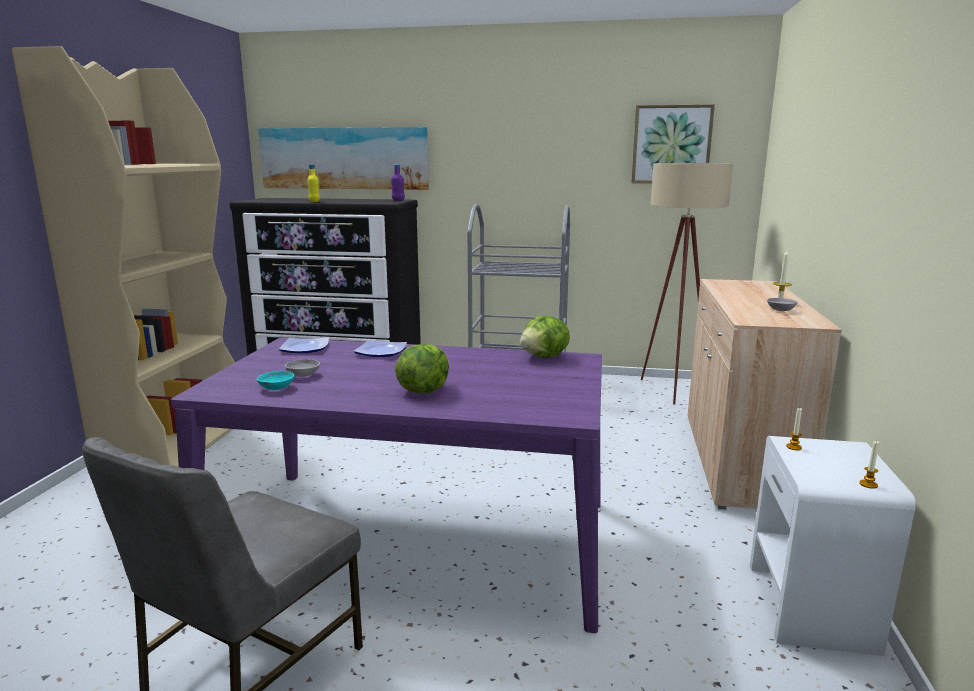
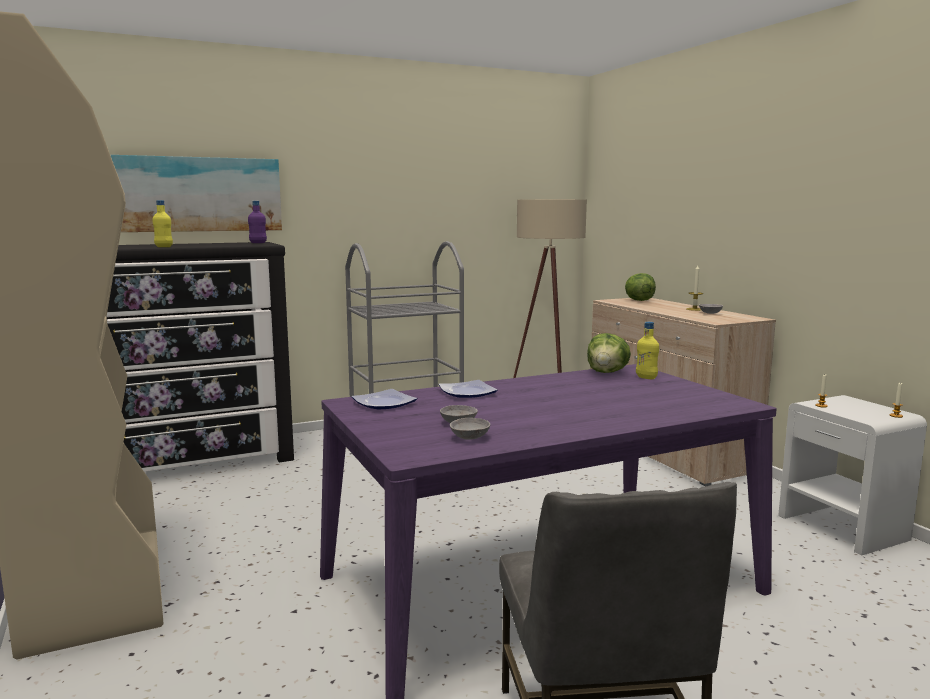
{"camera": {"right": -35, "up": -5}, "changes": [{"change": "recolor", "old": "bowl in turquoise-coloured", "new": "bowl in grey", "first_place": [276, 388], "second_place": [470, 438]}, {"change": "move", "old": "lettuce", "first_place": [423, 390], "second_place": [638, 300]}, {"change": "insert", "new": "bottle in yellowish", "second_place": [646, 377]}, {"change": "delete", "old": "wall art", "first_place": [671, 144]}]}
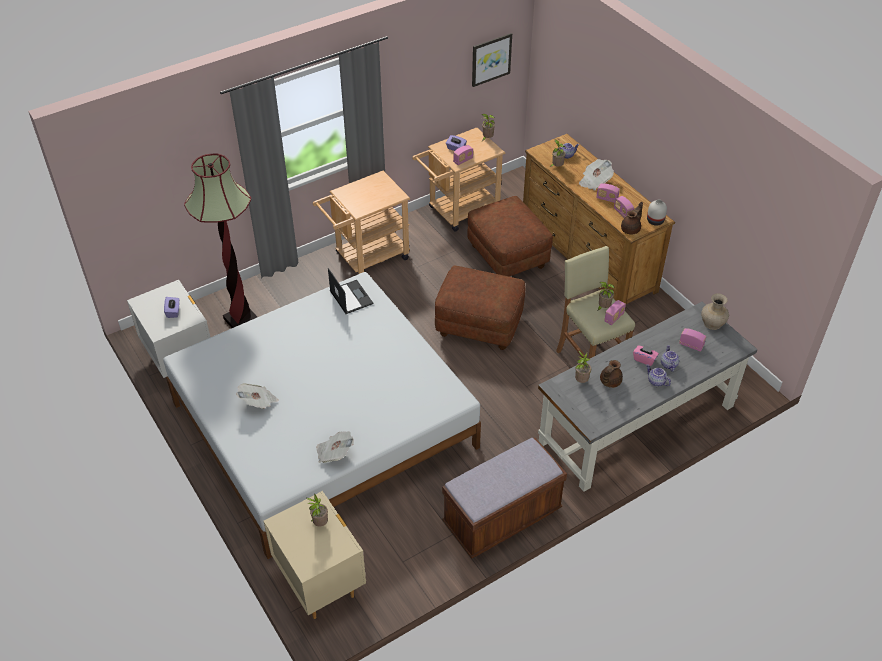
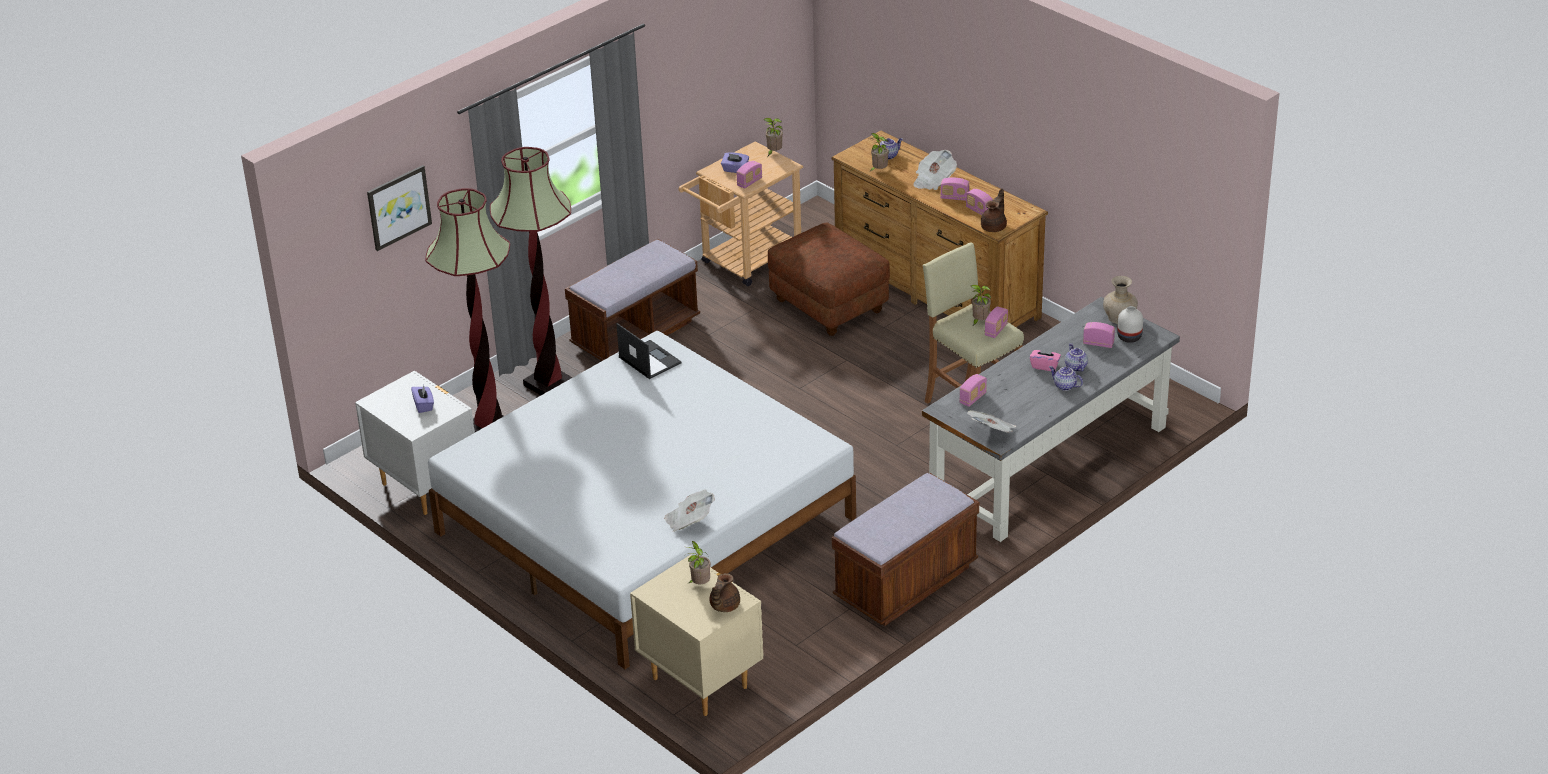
{"camera": {"right": -10, "up": -10}, "changes": [{"change": "move", "old": "wall art", "first_place": [491, 59], "second_place": [398, 207]}, {"change": "insert", "new": "standing lamp", "second_place": [548, 384]}, {"change": "replace", "old": "trolley in sand-coloured", "new": "long seat in brown-coloured", "first_place": [366, 258], "second_place": [635, 334]}, {"change": "move", "old": "teapot in brown-coloured", "first_place": [609, 382], "second_place": [723, 606]}, {"change": "replace", "old": "houseplant", "new": "radio set", "first_place": [581, 380], "second_place": [973, 398]}, {"change": "move", "old": "newspaper", "first_place": [258, 402], "second_place": [992, 432]}, {"change": "move", "old": "flower vase in white", "first_place": [655, 220], "second_place": [1129, 337]}, {"change": "delete", "old": "pouffe in brown-coloured", "first_place": [479, 325]}]}
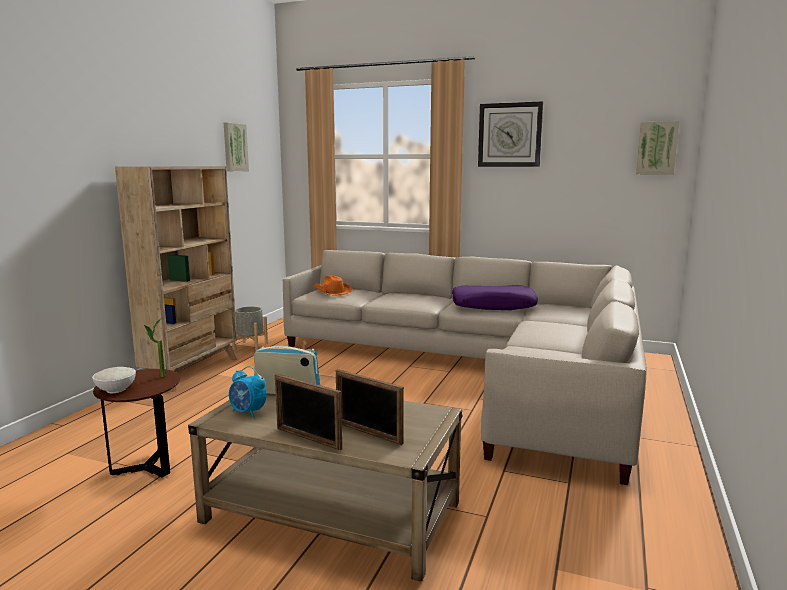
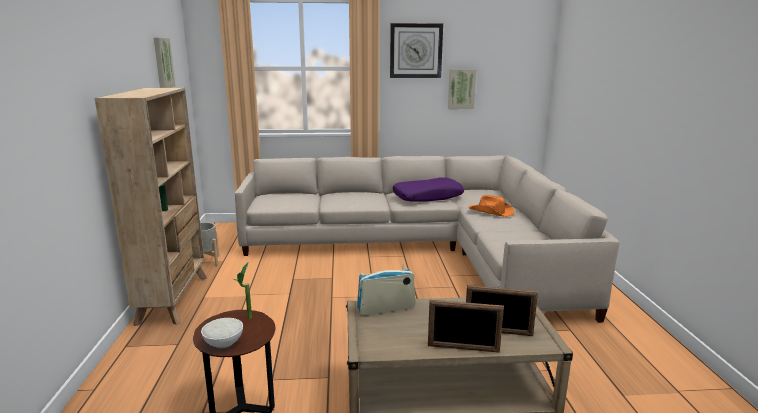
{"camera": {"right": -25, "up": 5}, "changes": [{"change": "move", "old": "wall art", "first_place": [657, 148], "second_place": [461, 89]}, {"change": "move", "old": "wearable hat in orangey", "first_place": [332, 291], "second_place": [491, 211]}, {"change": "delete", "old": "bedside clock", "first_place": [248, 412]}]}
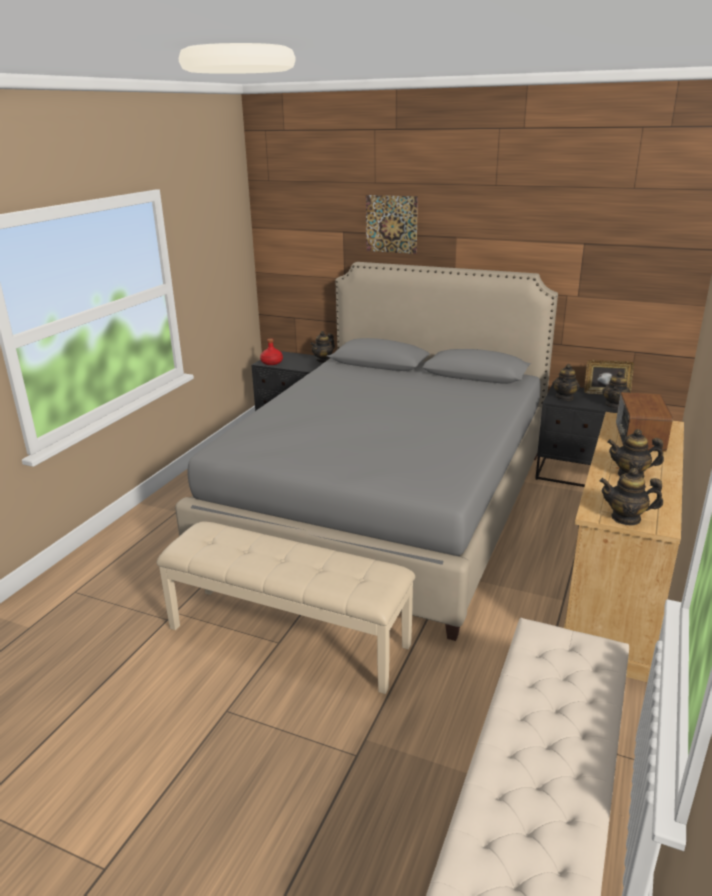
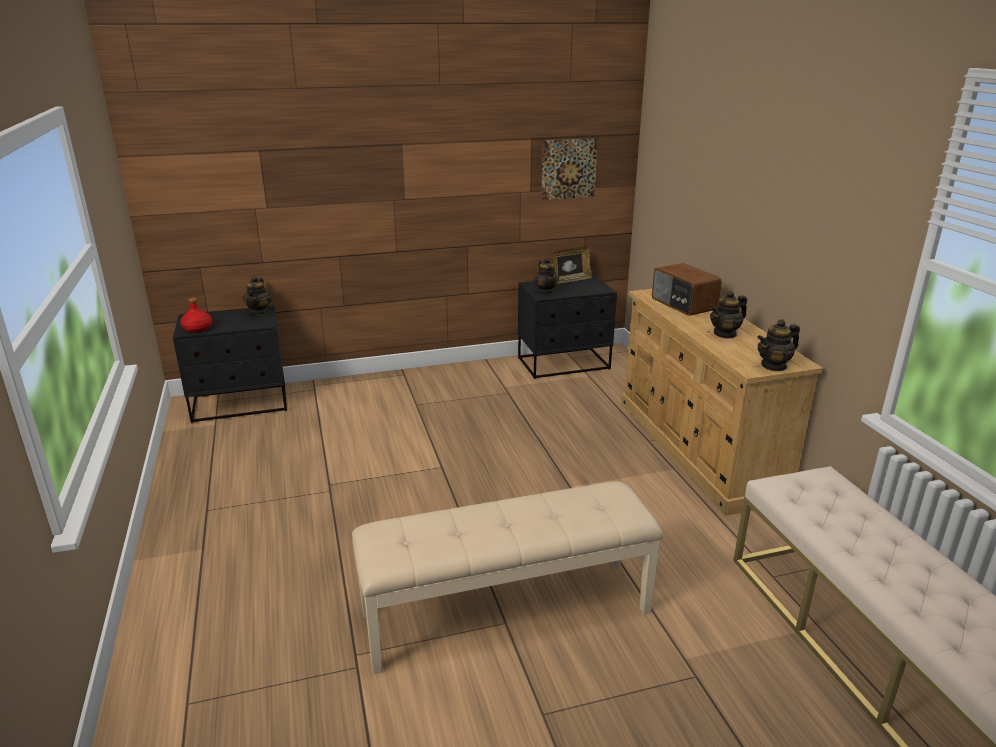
{"camera": {"right": -40, "up": 0}, "changes": [{"change": "move", "old": "wall art", "first_place": [391, 224], "second_place": [568, 169]}, {"change": "delete", "old": "bed in grey", "first_place": [386, 506]}, {"change": "delete", "old": "teapot", "first_place": [615, 405]}]}
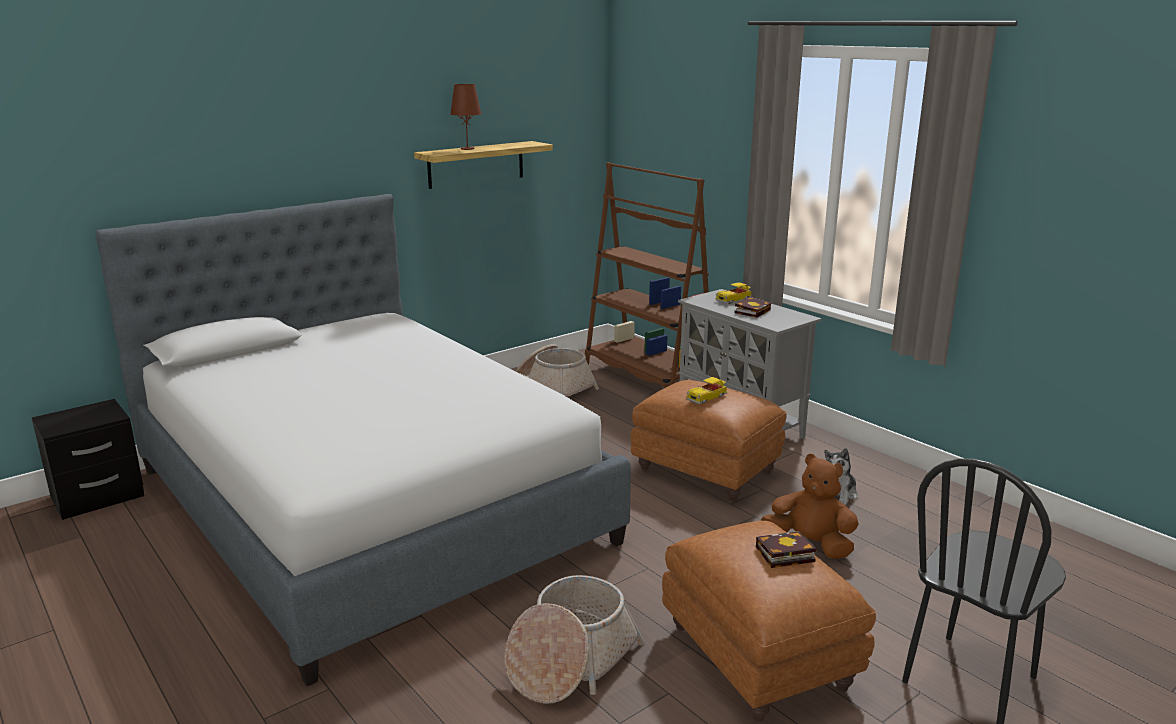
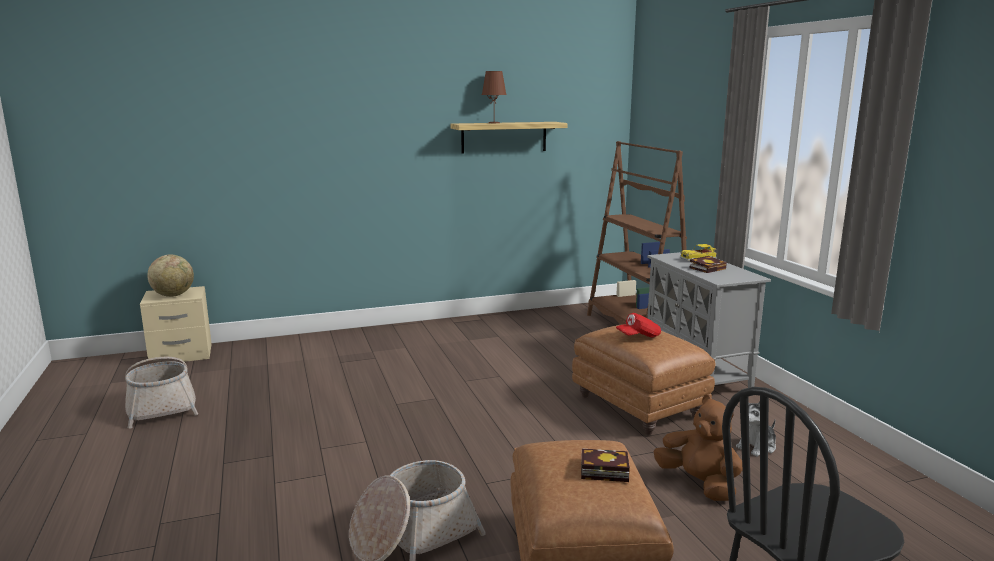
{"camera": {"right": 20, "up": -5}, "changes": [{"change": "move", "old": "storage basket", "first_place": [553, 387], "second_place": [162, 405]}, {"change": "recolor", "old": "nightstand in blackish", "new": "nightstand in sand-coloured", "first_place": [98, 497], "second_place": [181, 355]}, {"change": "insert", "new": "globe", "second_place": [173, 295]}, {"change": "replace", "old": "toy car", "new": "baseball cap in red-coloured", "first_place": [707, 397], "second_place": [638, 336]}, {"change": "delete", "old": "bed", "first_place": [367, 505]}]}
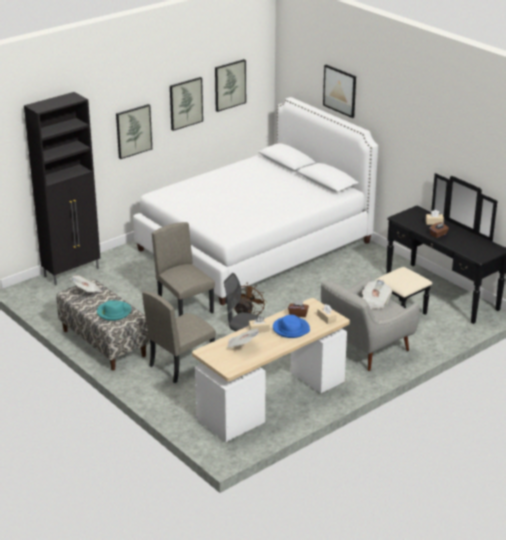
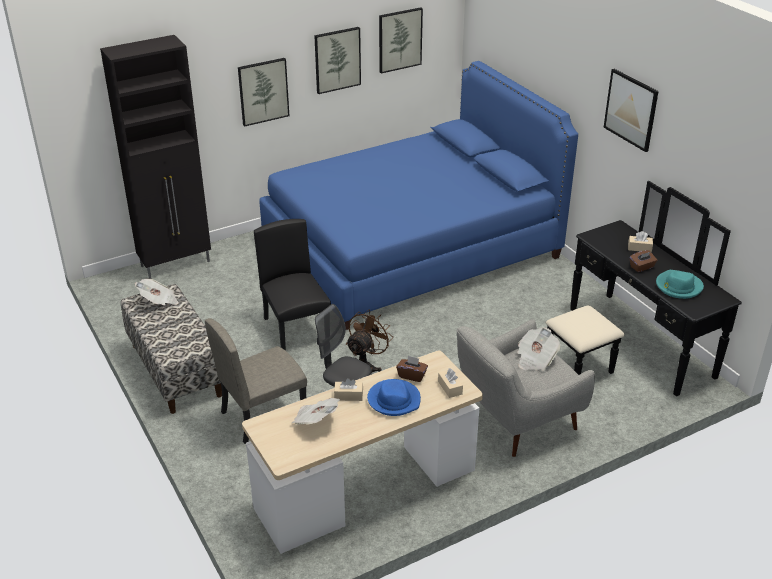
{"camera": {"right": 10, "up": 5}, "changes": [{"change": "recolor", "old": "chair in sand-coloured", "new": "chair in blackish", "first_place": [185, 308], "second_place": [296, 329]}, {"change": "recolor", "old": "bed in white", "new": "bed in bluish", "first_place": [254, 246], "second_place": [410, 249]}, {"change": "move", "old": "wall art", "first_place": [340, 90], "second_place": [631, 109]}, {"change": "move", "old": "wearable hat in turquoise-coloured", "first_place": [113, 312], "second_place": [678, 286]}]}
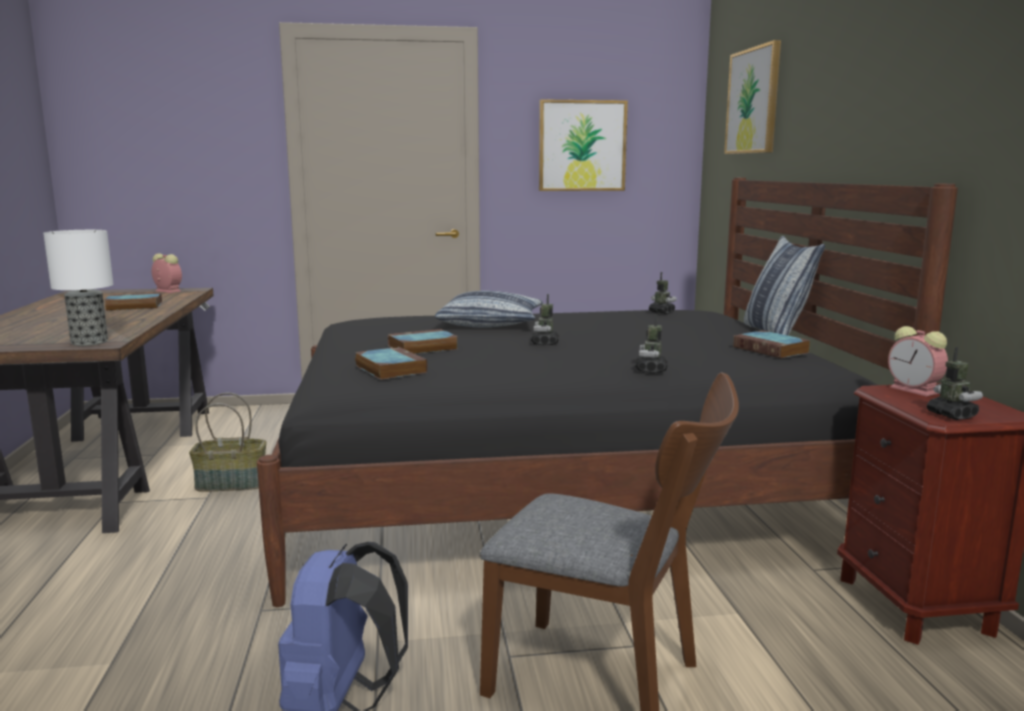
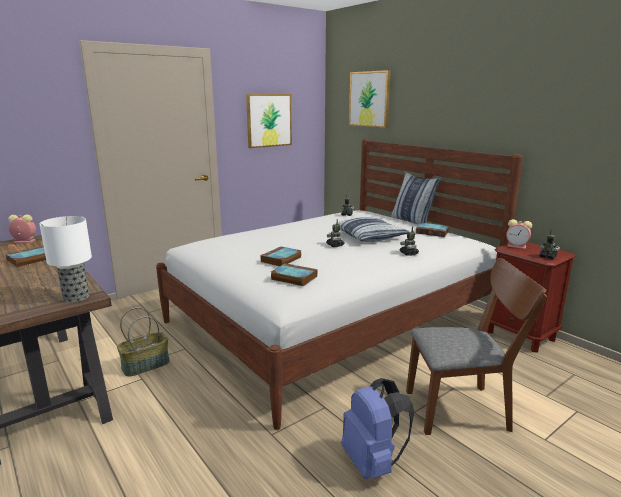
{"camera": {"right": -30, "up": 5}, "changes": [{"change": "recolor", "old": "bed in blackish", "new": "bed in white", "first_place": [559, 490], "second_place": [332, 320]}, {"change": "move", "old": "throw pillow", "first_place": [491, 323], "second_place": [370, 236]}]}
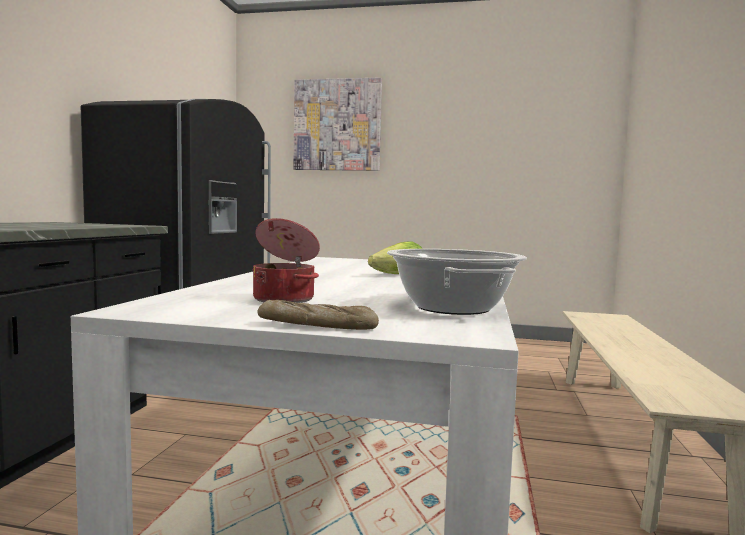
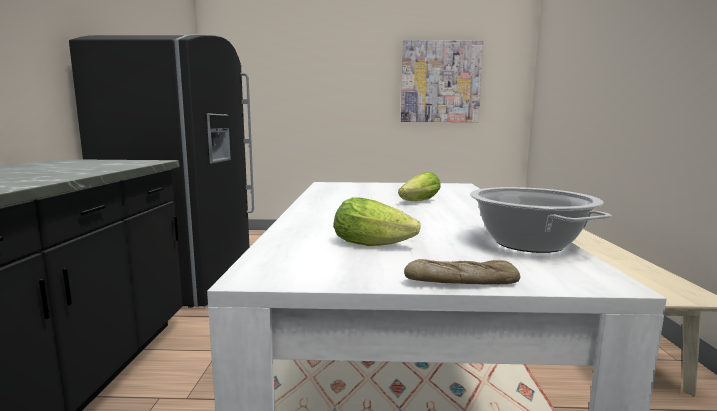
{"camera": {"right": -10, "up": 5}, "changes": [{"change": "replace", "old": "cooking pot", "new": "lettuce", "first_place": [285, 299], "second_place": [376, 244]}, {"change": "move", "old": "wall art", "first_place": [337, 125], "second_place": [440, 82]}]}
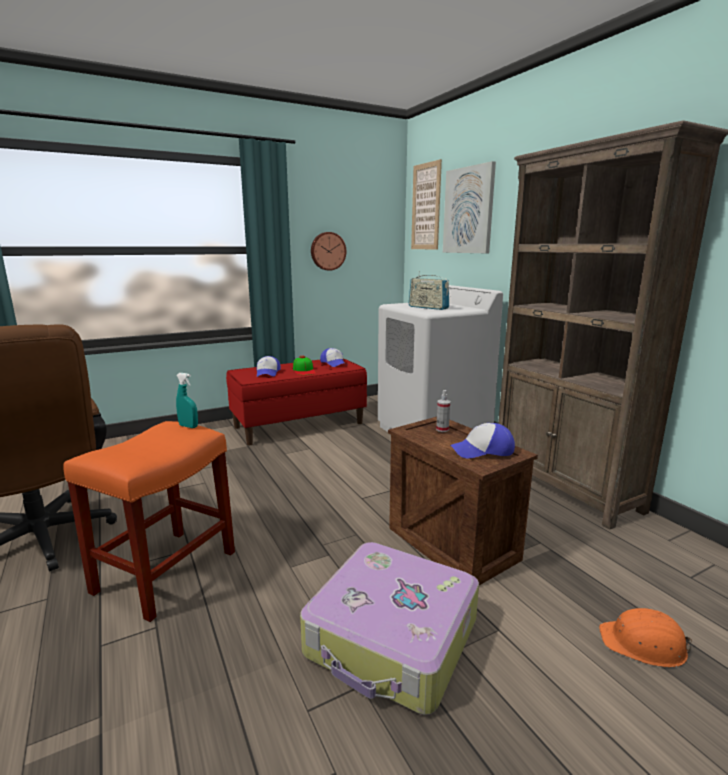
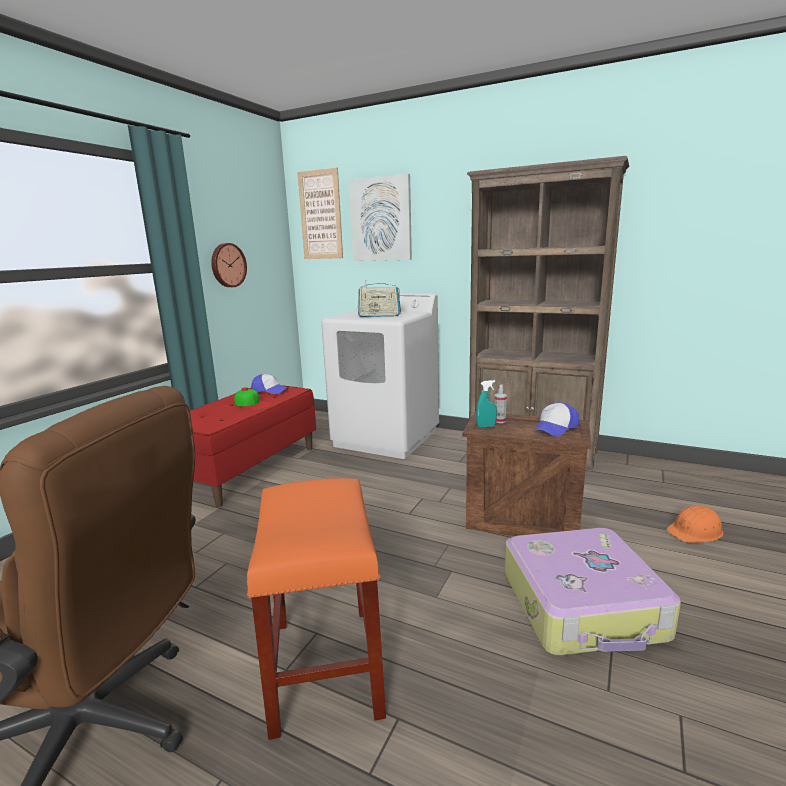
{"camera": {"right": -35, "up": 0}, "changes": [{"change": "move", "old": "spray bottle in turquoise-coloured", "first_place": [188, 426], "second_place": [486, 426]}, {"change": "delete", "old": "baseball cap", "first_place": [268, 373]}]}
